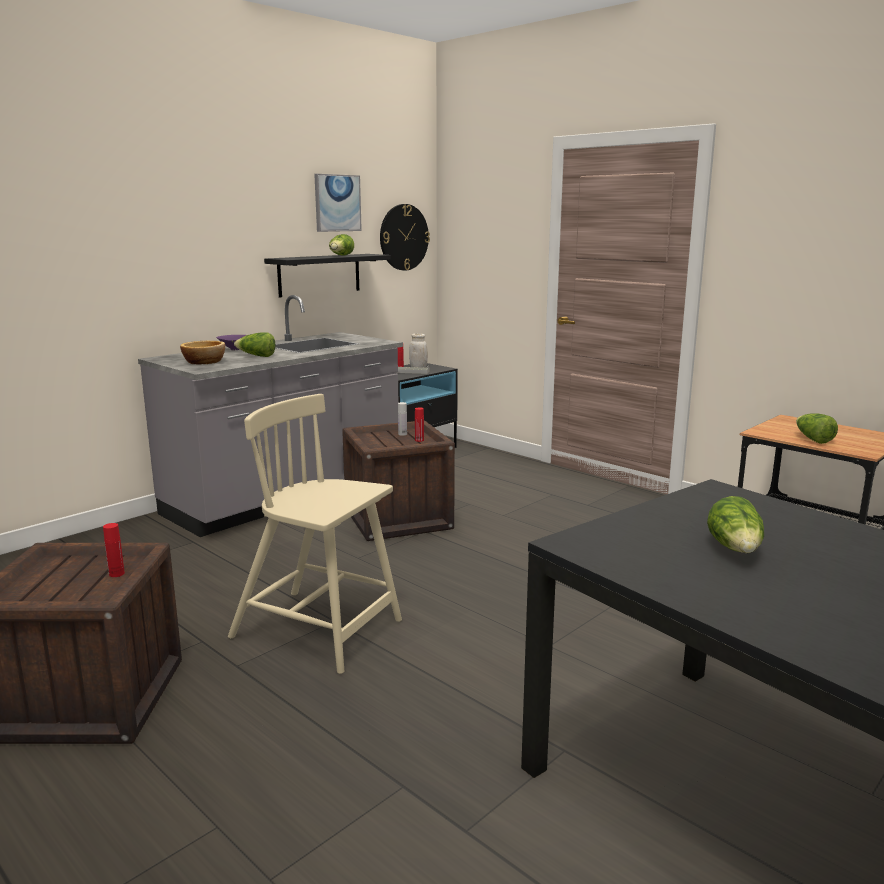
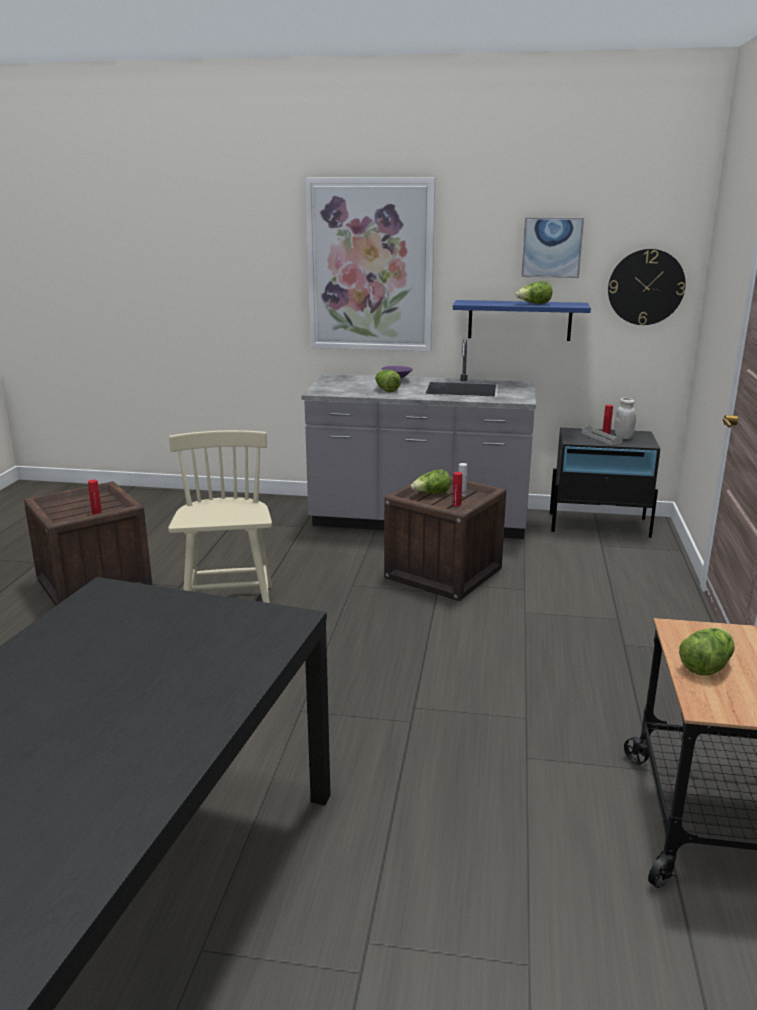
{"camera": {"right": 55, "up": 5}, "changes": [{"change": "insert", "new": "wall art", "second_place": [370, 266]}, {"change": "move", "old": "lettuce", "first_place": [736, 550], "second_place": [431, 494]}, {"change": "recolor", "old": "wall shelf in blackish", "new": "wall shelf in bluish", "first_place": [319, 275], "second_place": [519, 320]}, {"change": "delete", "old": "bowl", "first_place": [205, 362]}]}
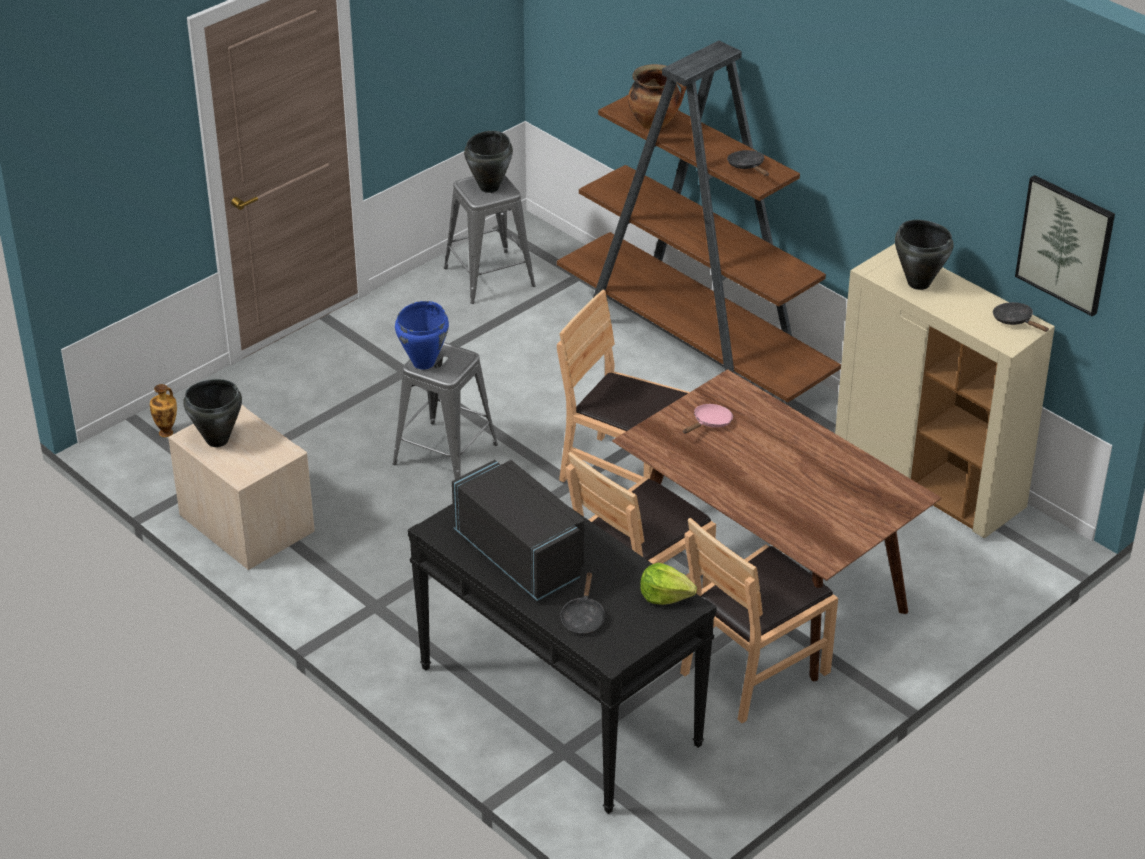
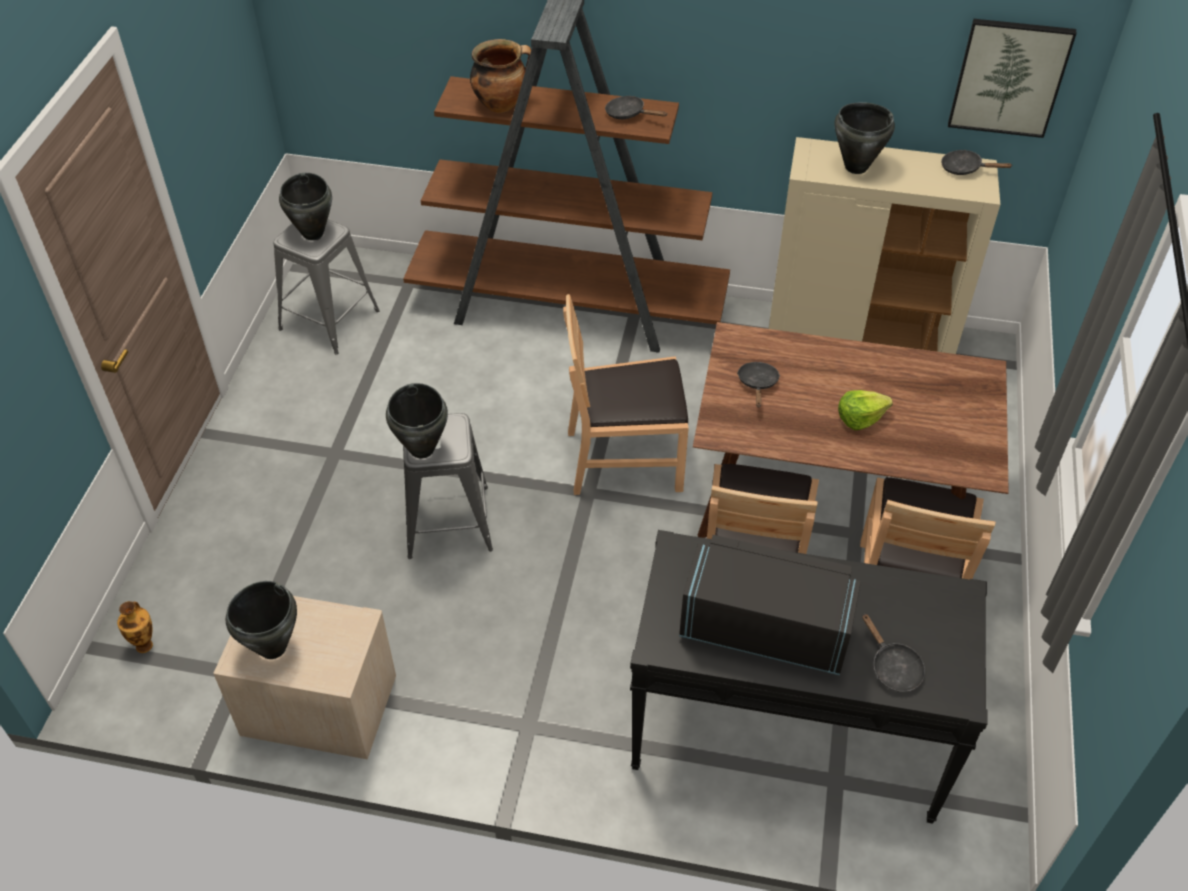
{"camera": {"right": -35, "up": 10}, "changes": [{"change": "recolor", "old": "cooking pot in bluish", "new": "cooking pot in blackish", "first_place": [424, 363], "second_place": [422, 449]}, {"change": "recolor", "old": "pan in pink", "new": "pan in blackish", "first_place": [710, 423], "second_place": [757, 384]}, {"change": "move", "old": "lettuce", "first_place": [665, 595], "second_place": [860, 418]}]}
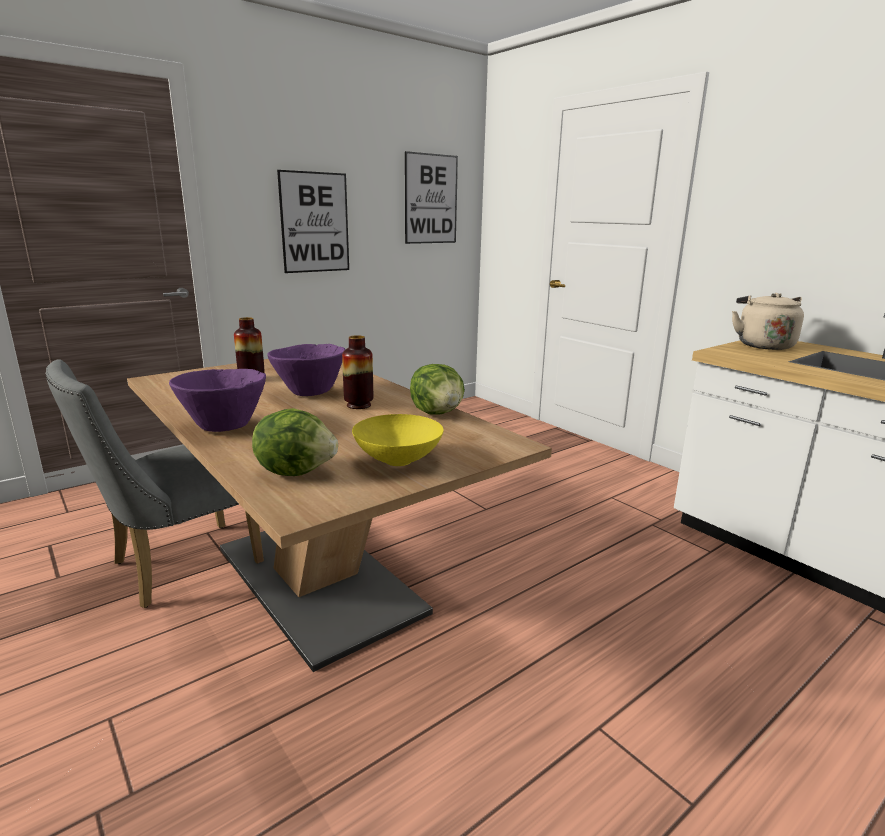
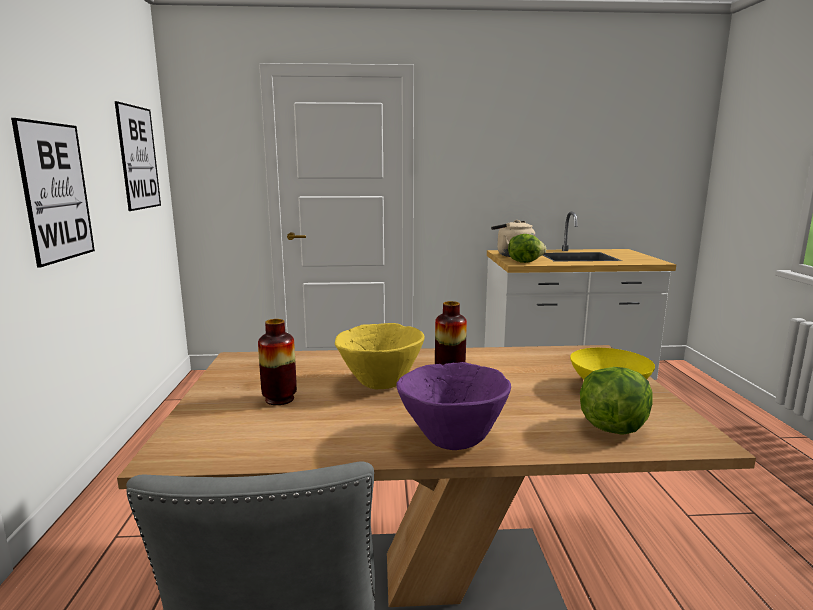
{"camera": {"right": -55, "up": -5}, "changes": [{"change": "recolor", "old": "bowl in purple-coloured", "new": "bowl in yellowish", "first_place": [309, 392], "second_place": [380, 383]}, {"change": "move", "old": "lettuce", "first_place": [438, 413], "second_place": [524, 262]}]}
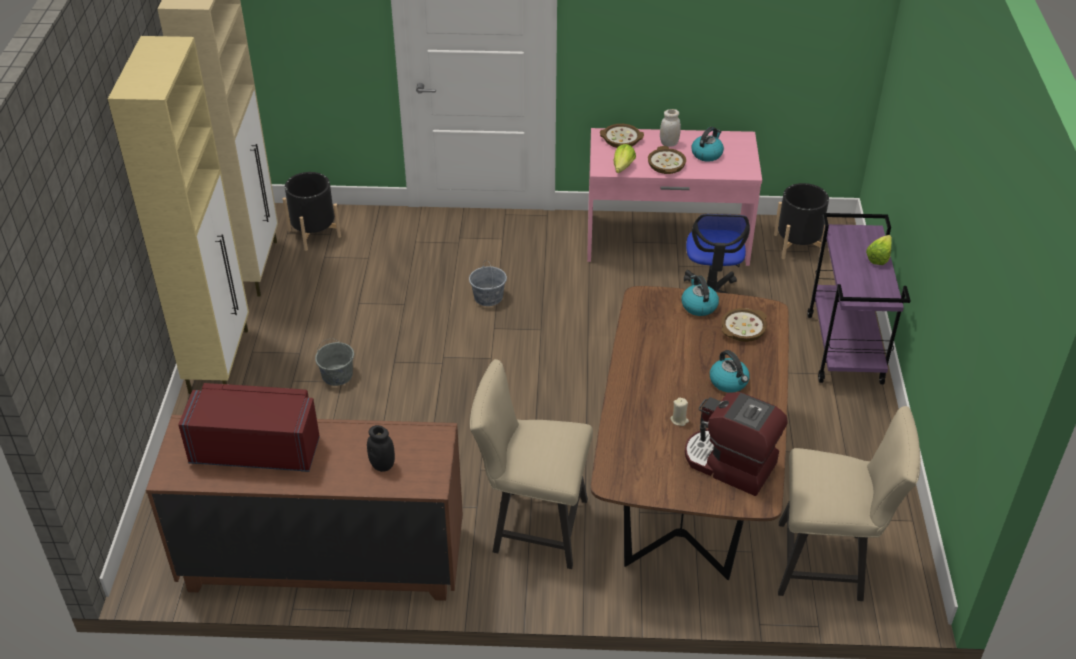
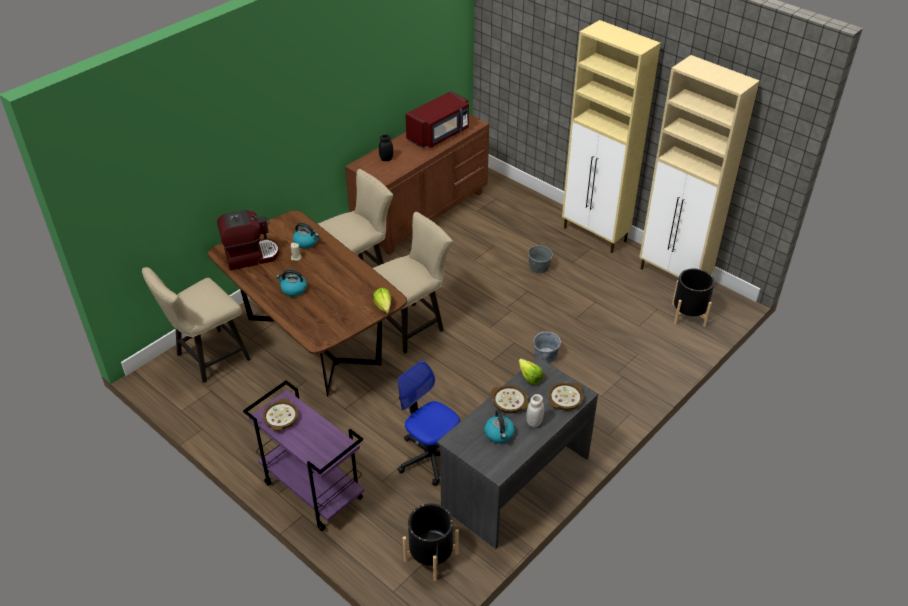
{"camera": {"right": 130, "up": 0}, "changes": [{"change": "move", "old": "bowl", "first_place": [742, 329], "second_place": [281, 418]}, {"change": "move", "old": "tea kettle", "first_place": [698, 306], "second_place": [306, 242]}, {"change": "insert", "new": "chair in sand-coloured", "second_place": [413, 325]}, {"change": "move", "old": "lettuce", "first_place": [881, 256], "second_place": [383, 308]}, {"change": "recolor", "old": "desk unit in pink", "new": "desk unit in grey", "first_place": [667, 240], "second_place": [515, 481]}]}
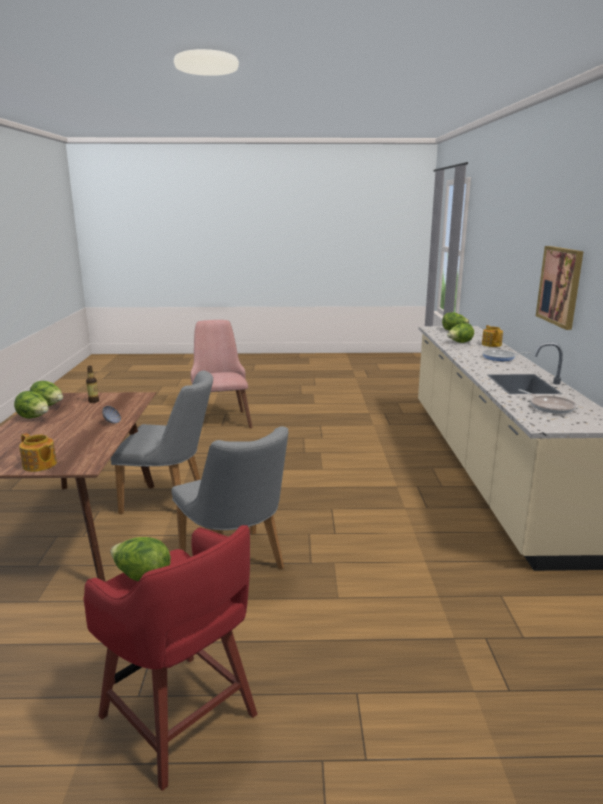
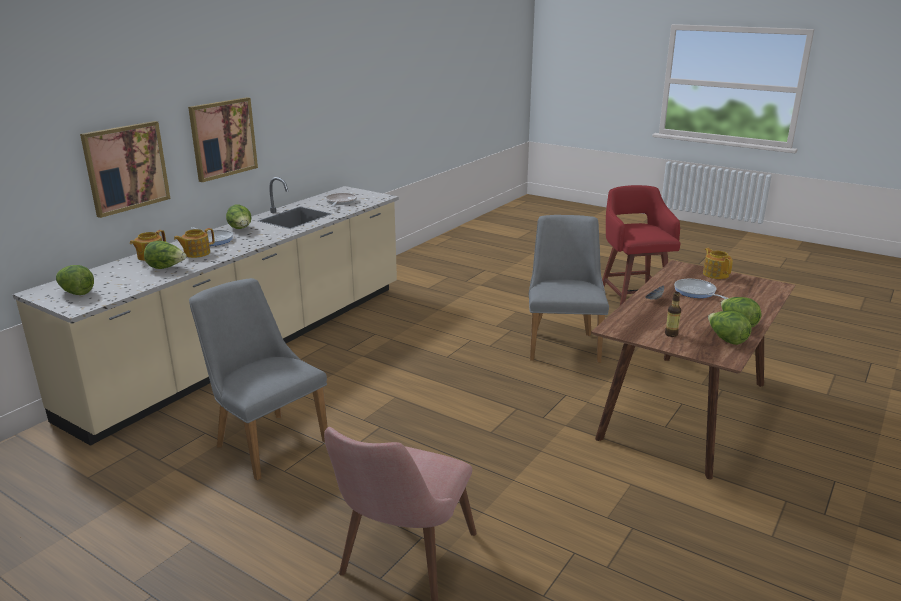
{"camera": {"right": -145, "up": 5}, "changes": [{"change": "insert", "new": "wall art", "second_place": [126, 167]}, {"change": "insert", "new": "teapot", "second_place": [196, 253]}, {"change": "move", "old": "chair in grey", "first_place": [171, 499], "second_place": [265, 440]}, {"change": "move", "old": "lettuce", "first_place": [142, 577], "second_place": [241, 229]}, {"change": "insert", "new": "pan", "second_place": [696, 292]}]}
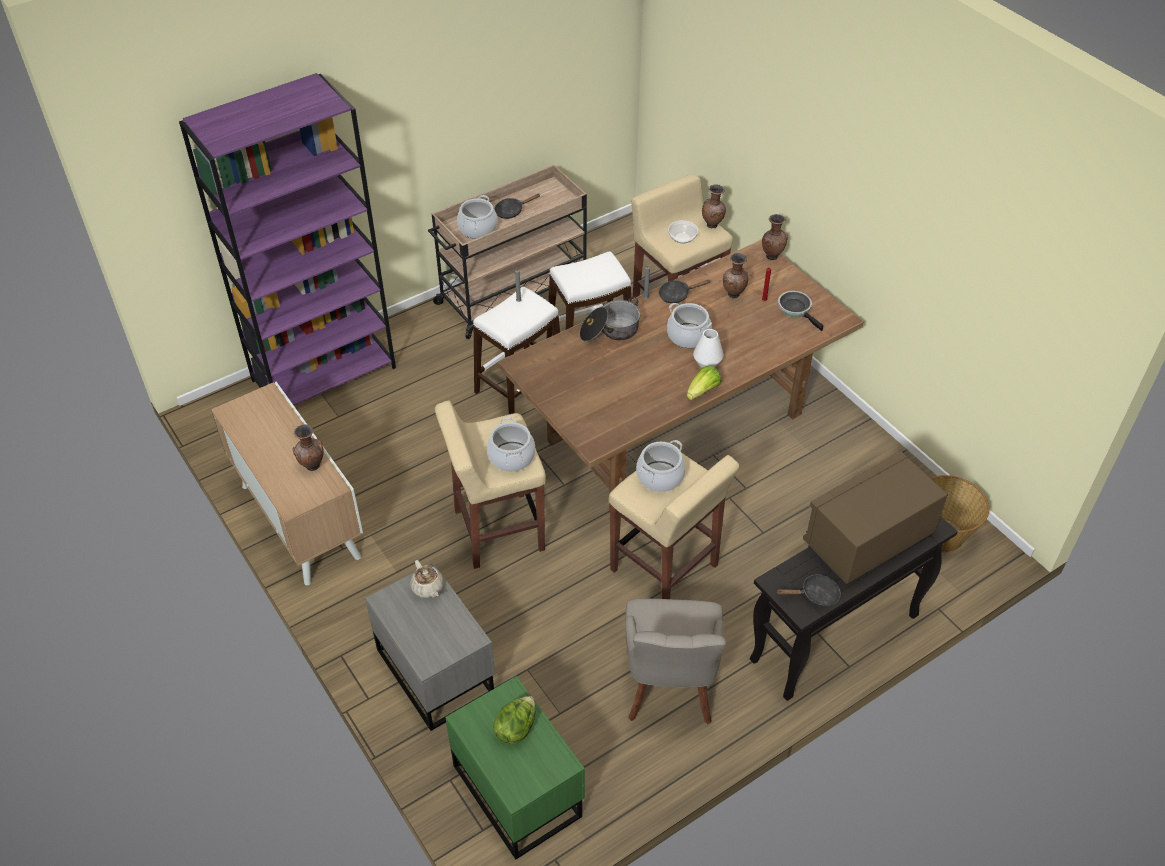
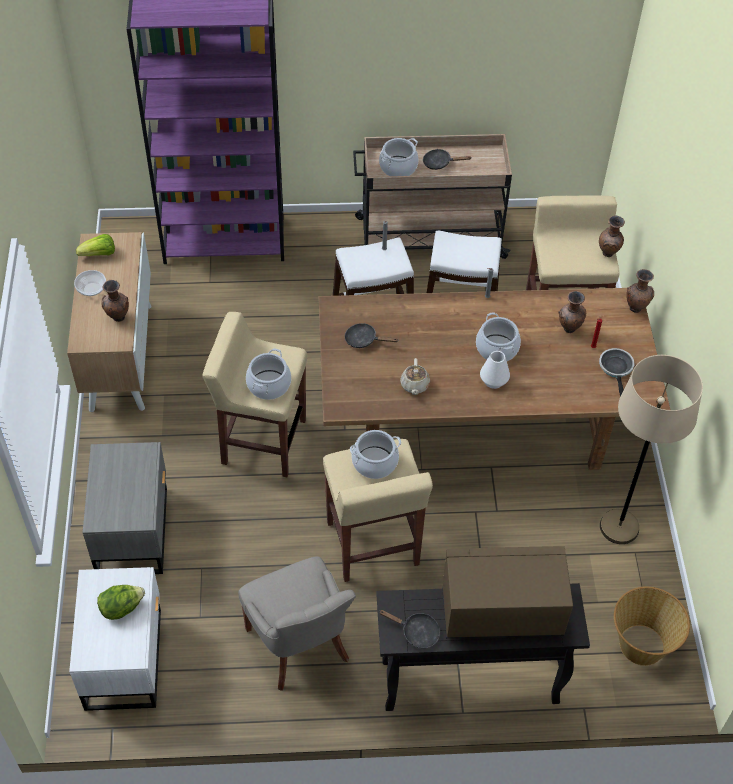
{"camera": {"right": 30, "up": 5}, "changes": [{"change": "recolor", "old": "nightstand in green", "new": "nightstand in white", "first_place": [518, 788], "second_place": [126, 657]}, {"change": "move", "old": "bowl", "first_place": [682, 238], "second_place": [91, 289]}, {"change": "move", "old": "lettuce", "first_place": [703, 391], "second_place": [99, 254]}, {"change": "rotate", "old": "chair in grey", "first_place": [669, 688], "second_place": [299, 646], "degrees": -60}, {"change": "move", "old": "pan in blackish", "first_place": [677, 295], "second_place": [364, 340]}, {"change": "move", "old": "teapot in sand-coloured", "first_place": [428, 588], "second_place": [414, 385]}, {"change": "insert", "new": "standing lamp in sand-coloured", "second_place": [619, 527]}, {"change": "delete", "old": "cooking pot", "first_place": [610, 331]}]}
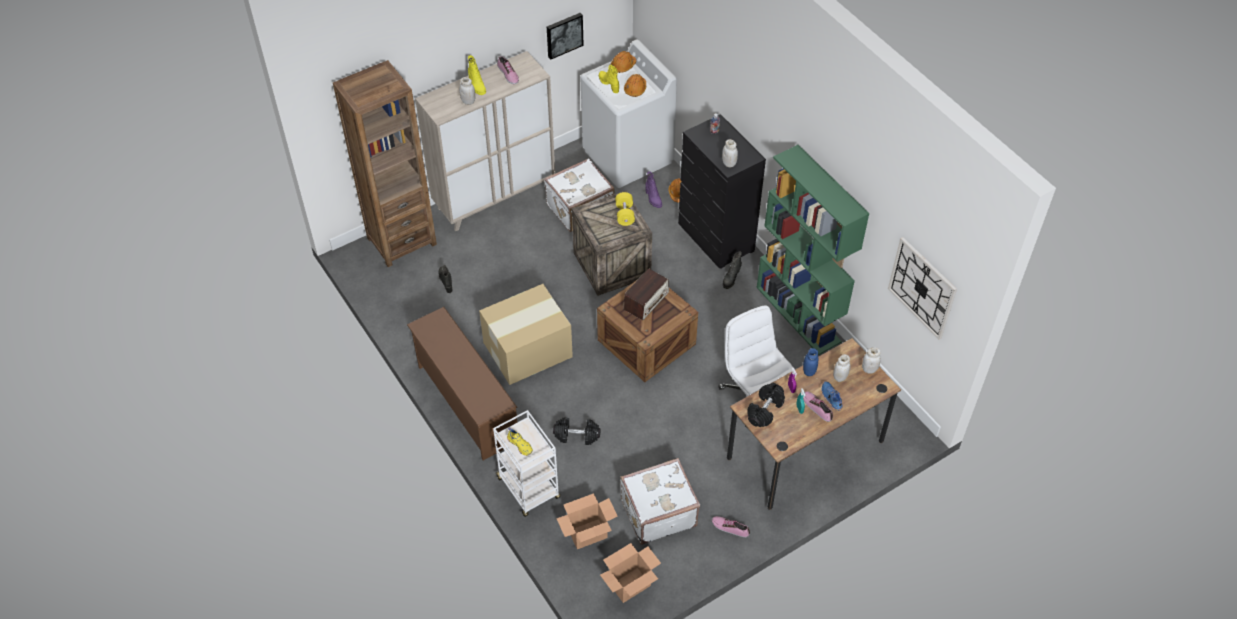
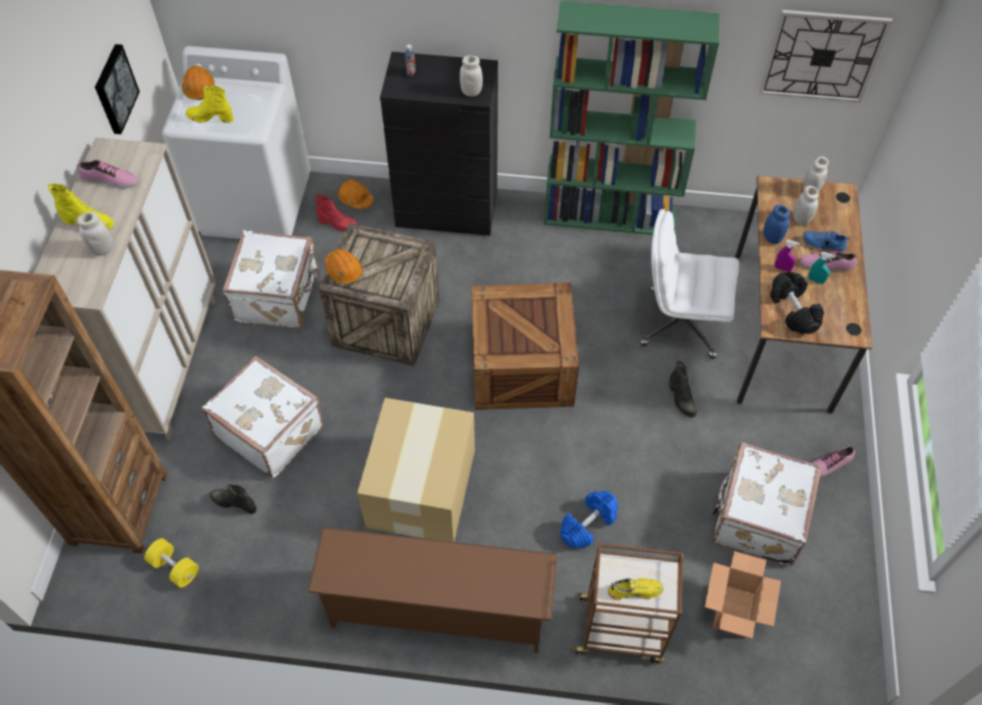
{"camera": {"right": -50, "up": 5}, "changes": [{"change": "move", "old": "dumbbell in yellowish", "first_place": [624, 214], "second_place": [174, 567]}, {"change": "insert", "new": "piece of luggage in white", "second_place": [271, 430]}, {"change": "recolor", "old": "boot in purple-coloured", "new": "boot in red-coloured", "first_place": [653, 199], "second_place": [337, 224]}, {"change": "move", "old": "hard hat in orangey", "first_place": [635, 89], "second_place": [343, 270]}, {"change": "recolor", "old": "dumbbell in blackish", "new": "dumbbell in bluish", "first_place": [577, 435], "second_place": [588, 524]}, {"change": "recolor", "old": "trolley in white", "new": "trolley in brown-coloured", "first_place": [529, 489], "second_place": [621, 629]}, {"change": "move", "old": "boot in blackish", "first_place": [731, 278], "second_place": [681, 400]}, {"change": "delete", "old": "packing box", "first_place": [630, 585]}, {"change": "delete", "old": "radio set", "first_place": [646, 300]}]}
